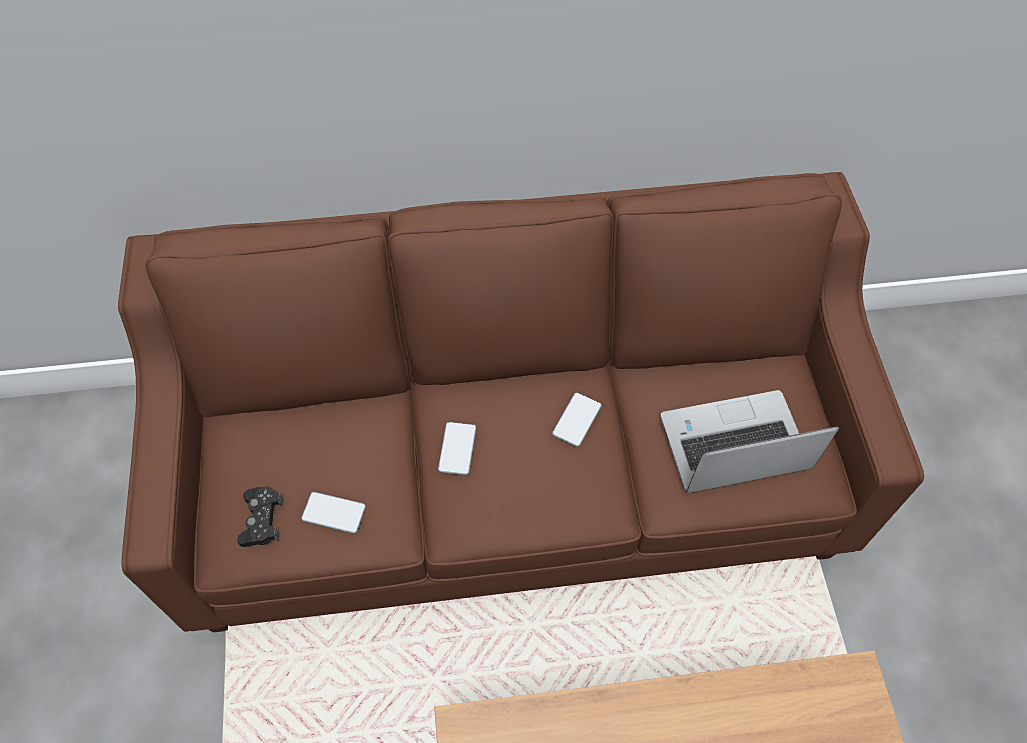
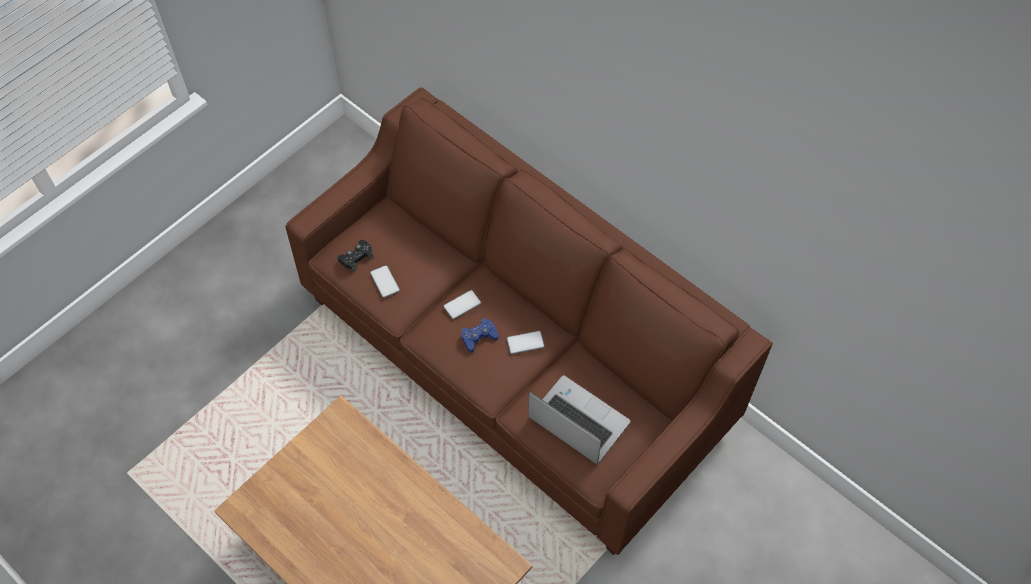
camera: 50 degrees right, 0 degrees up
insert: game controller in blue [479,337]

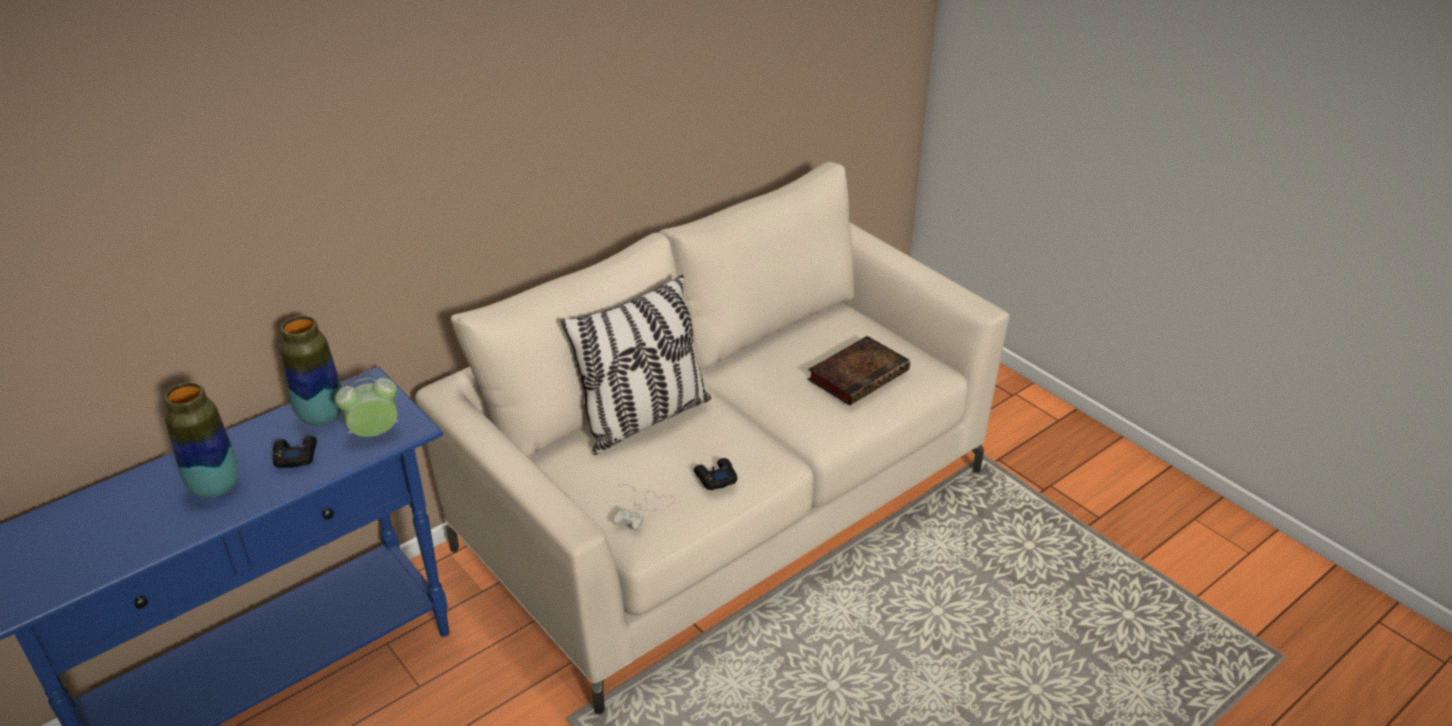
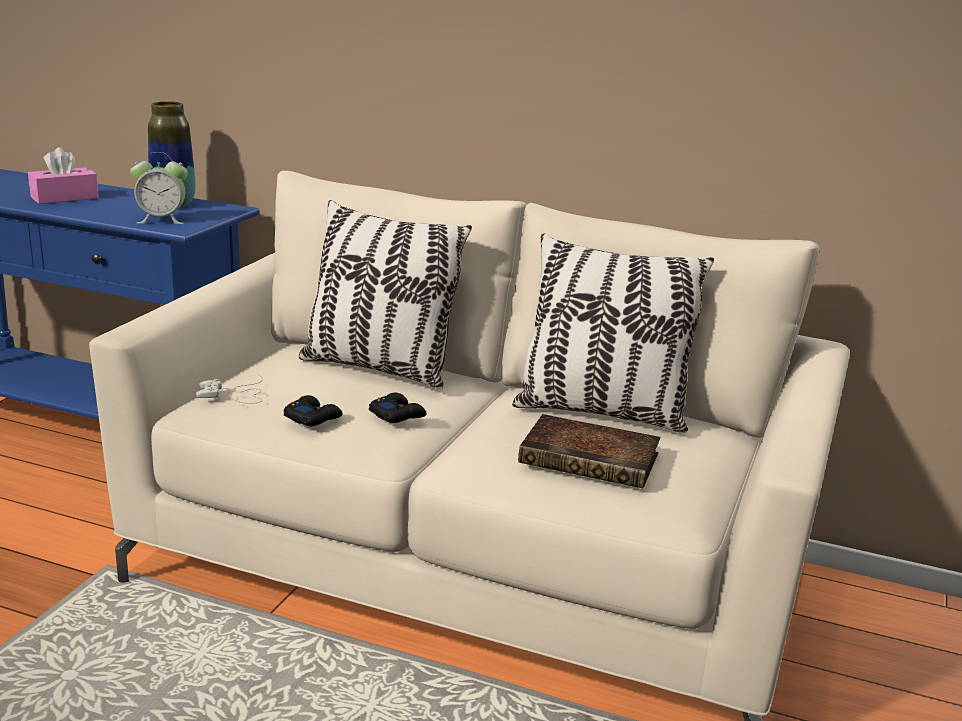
camera: 60 degrees right, 15 degrees down
insert: pillow [602,412]
move: game controller in black [295,456] to [397,415]
replace: vase [216,487] to tissue box in pink [64,197]
rotate: alarm clock [375,434] = [162,220] 135 degrees clockwise

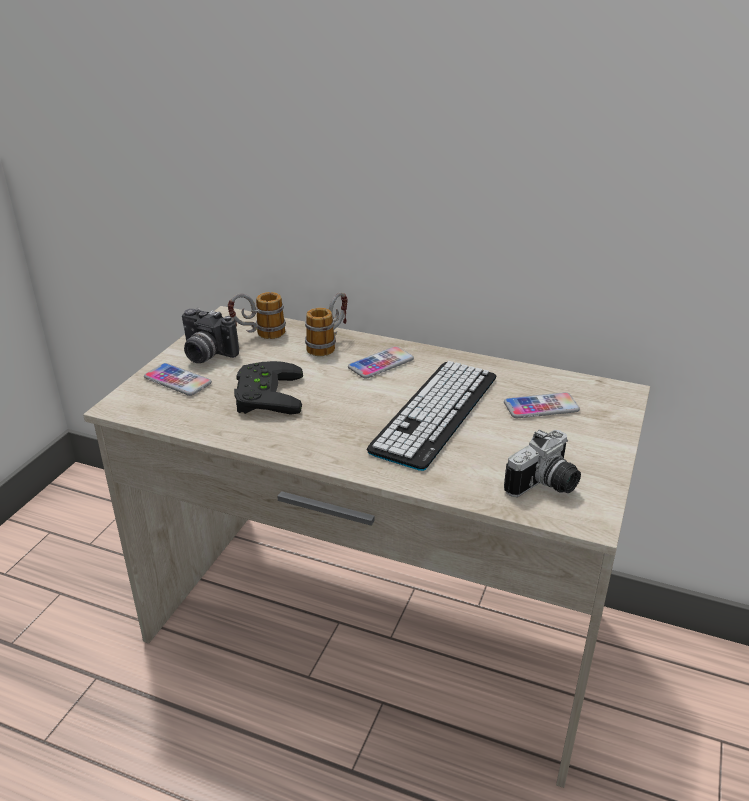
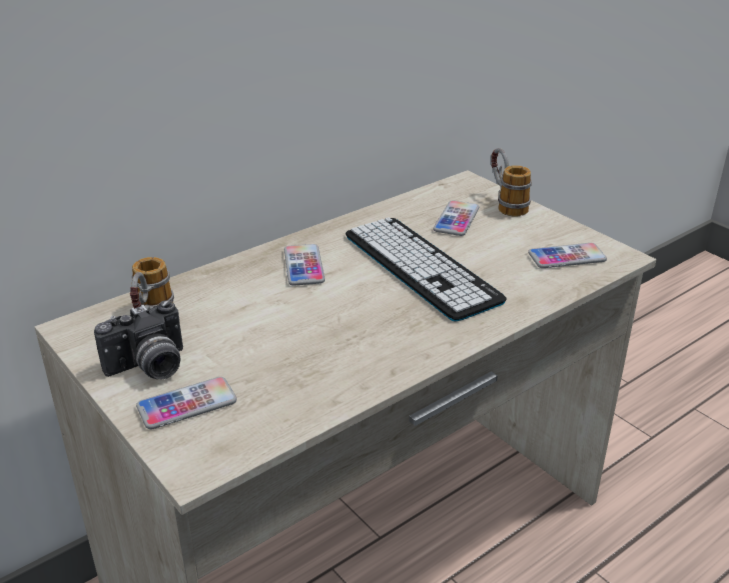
camera: 60 degrees left, 0 degrees up
delete: game controller in black [263,395]
move: mug [329,344] to [505,203]
replace: photo camera [546,486] to phone [567,257]

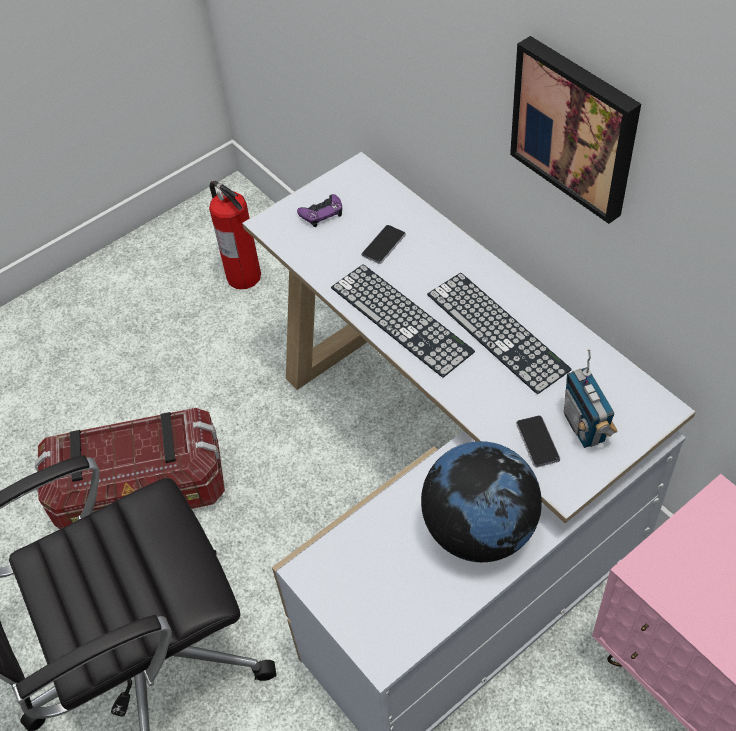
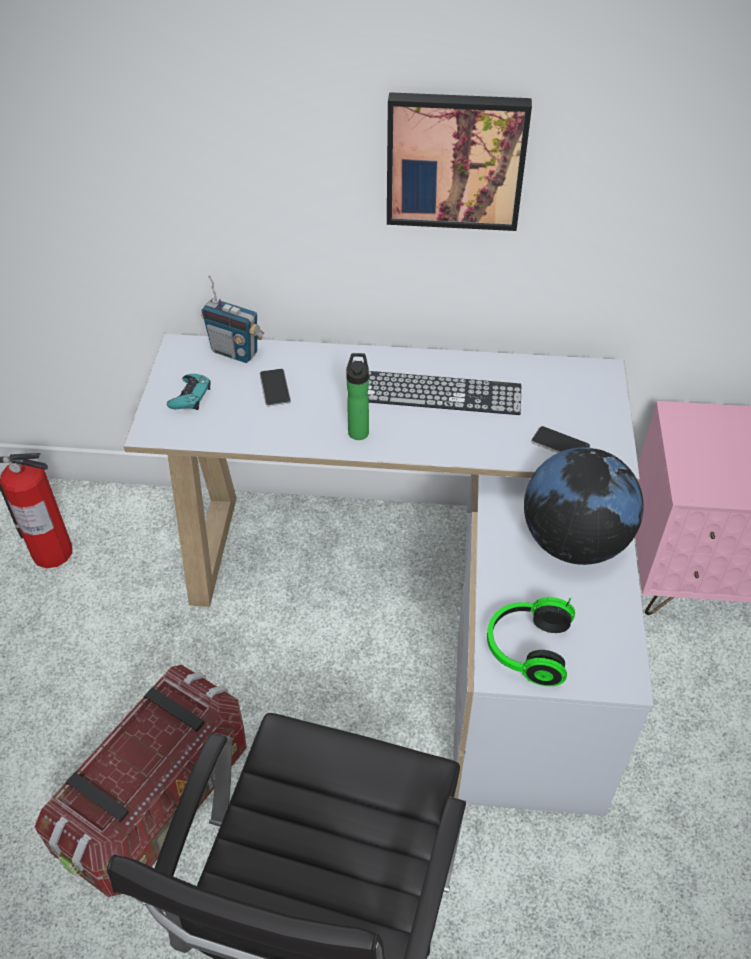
camera: 50 degrees left, 5 degrees down
insert: headphones [526,648]
move: radio [585,427] to [235,352]
replace: keyboard [401,319] to bottle [358,430]
recolor: game controller in purple [321,213] to game controller in turquoise [190,396]

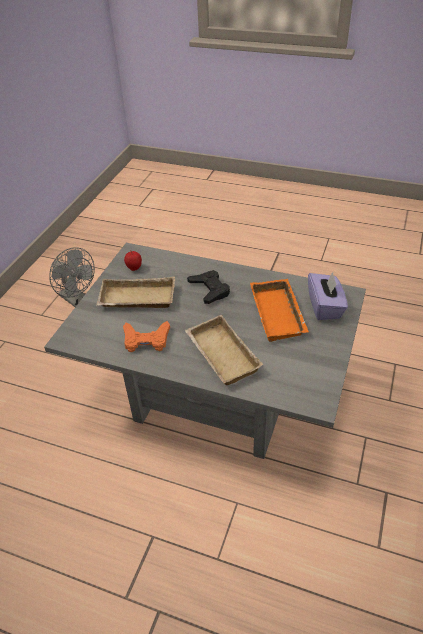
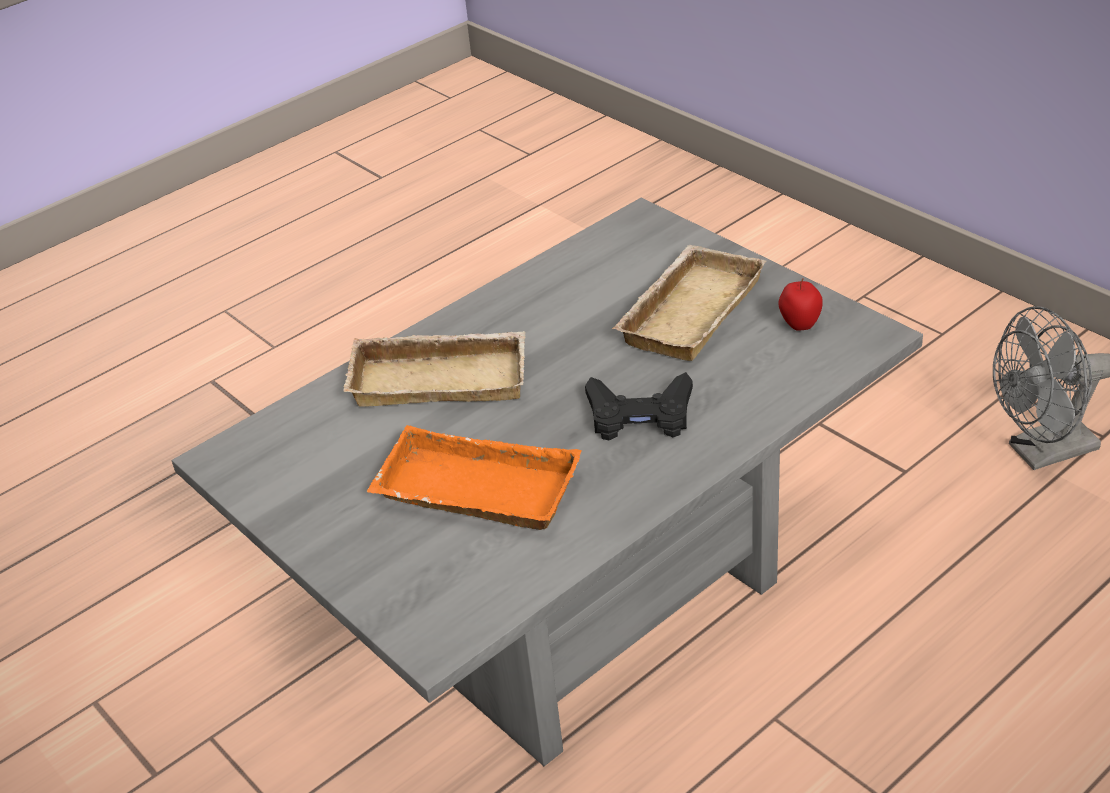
camera: 120 degrees right, 5 degrees down
delete: game controller in orange [146,340]; tissue box in purple [325,307]

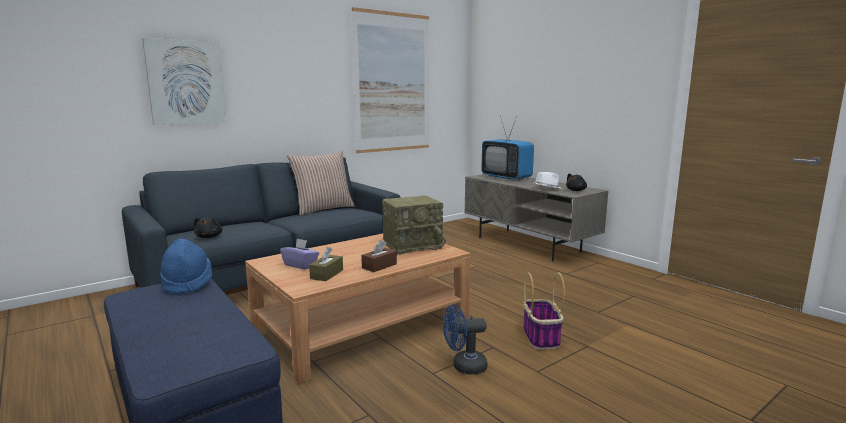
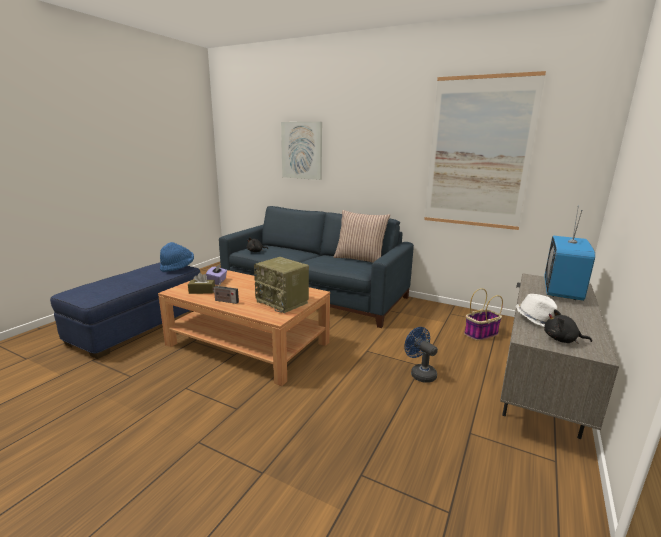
camera: 65 degrees right, 5 degrees up
move: fan in blue [464,367] to [420,373]; basket [541,337] to [481,334]
replace: tissue box in brown [379,266] to radio [225,301]

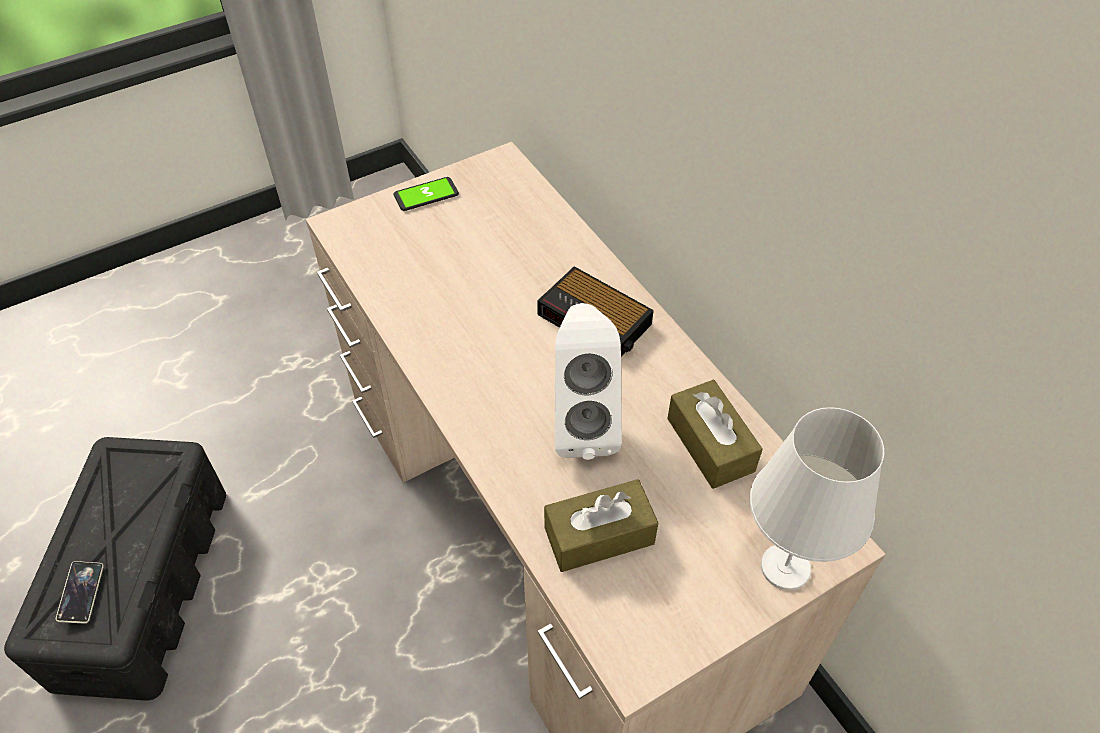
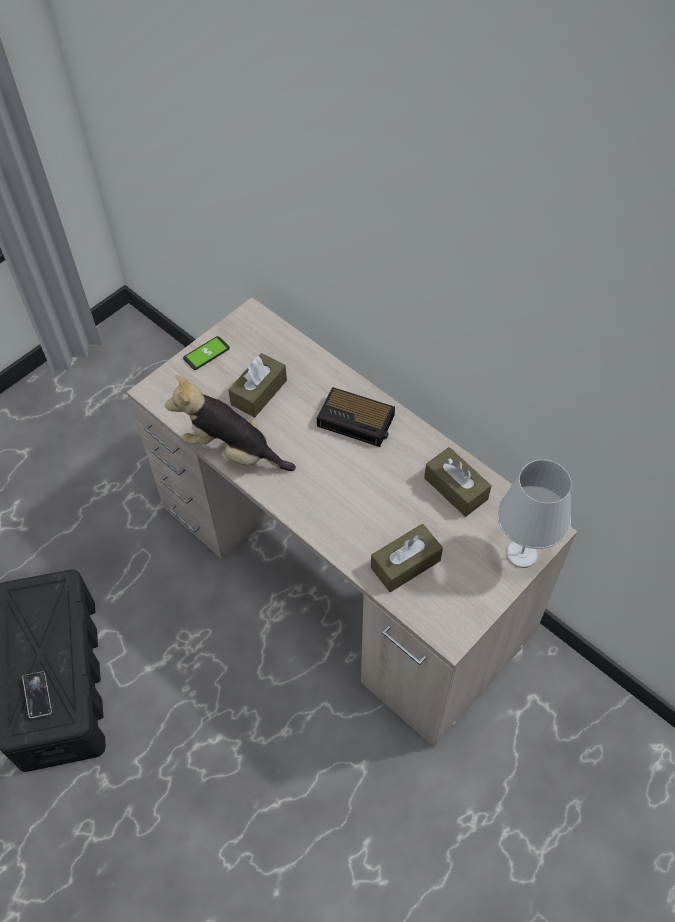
camera: 15 degrees left, 5 degrees up
delete: speaker in white [582,424]
insert: plush toy [233,451]; tissue box in brown [259,392]

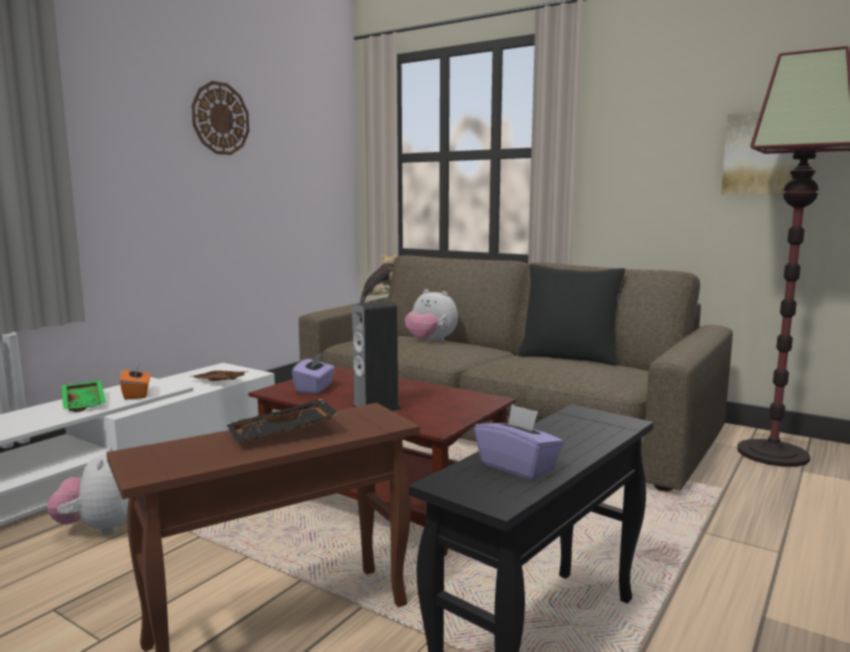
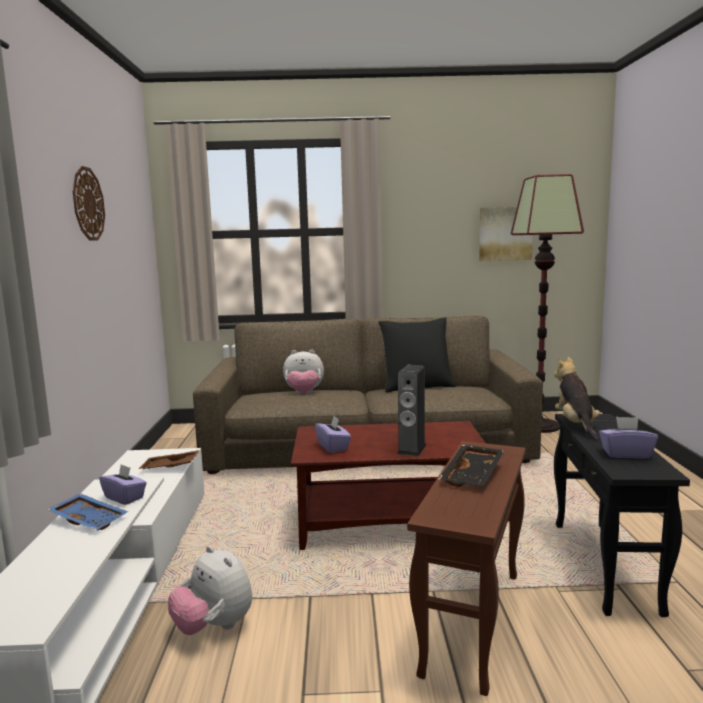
camera: 35 degrees left, 0 degrees up
move: plush toy [380,299] to [575,425]
recolor: tray in green [85,403] to tray in blue [90,519]; tissue box in orange [136,394] to tissue box in purple [125,497]

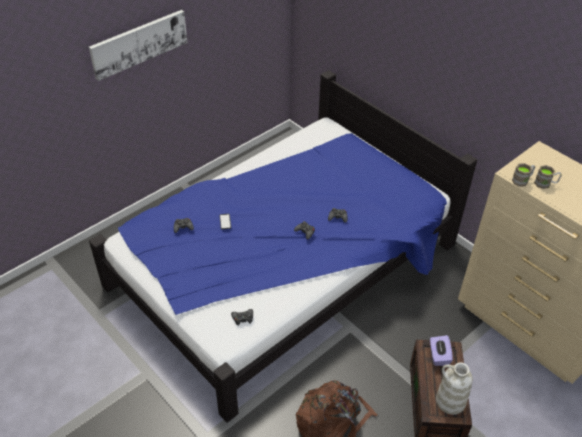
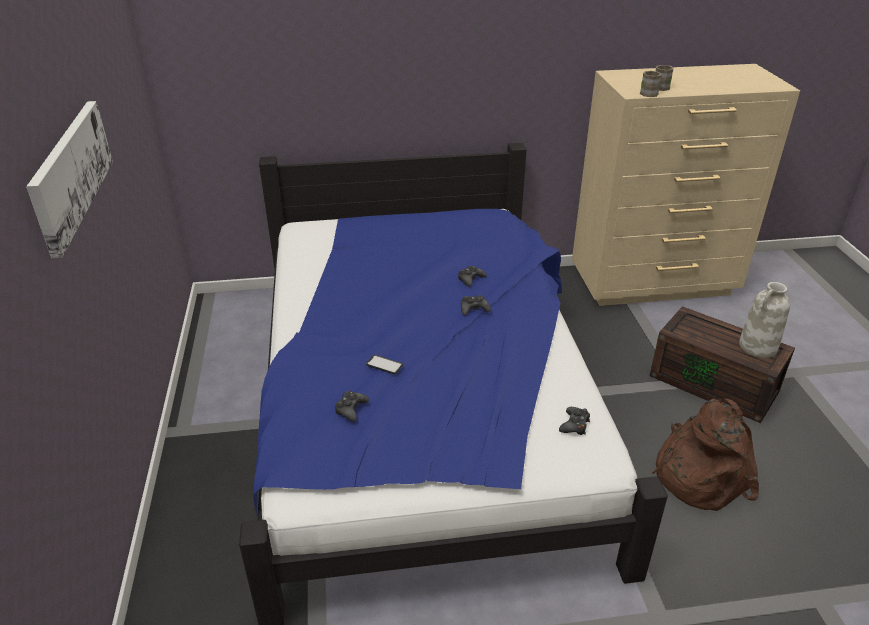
camera: 55 degrees left, 10 degrees down
delete: tissue box in purple [438,356]

